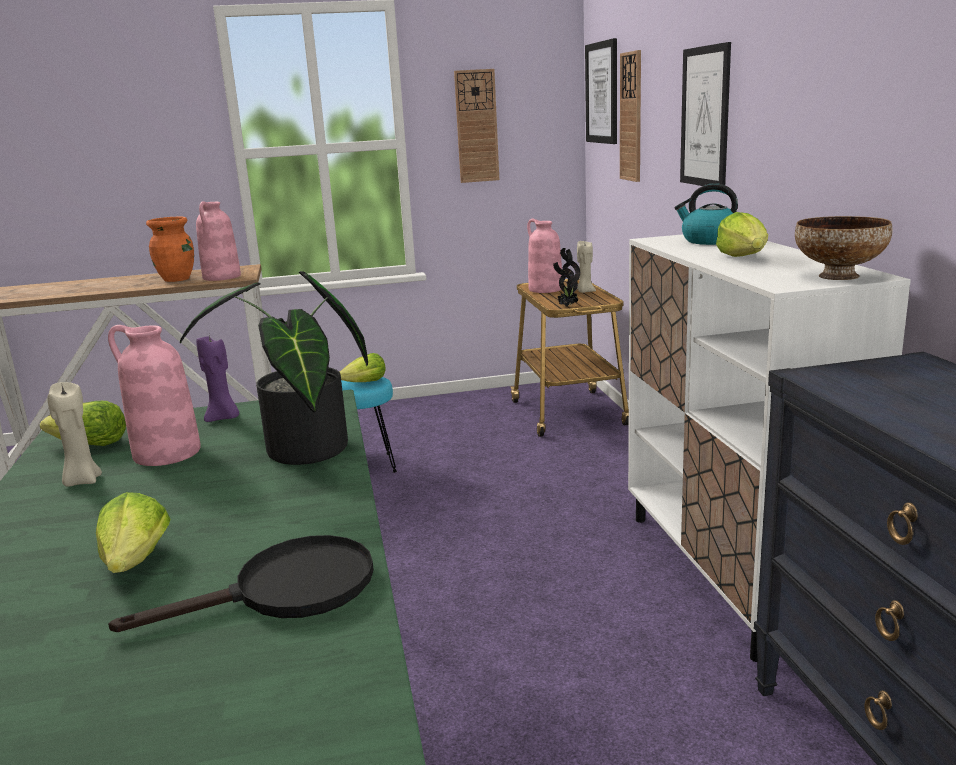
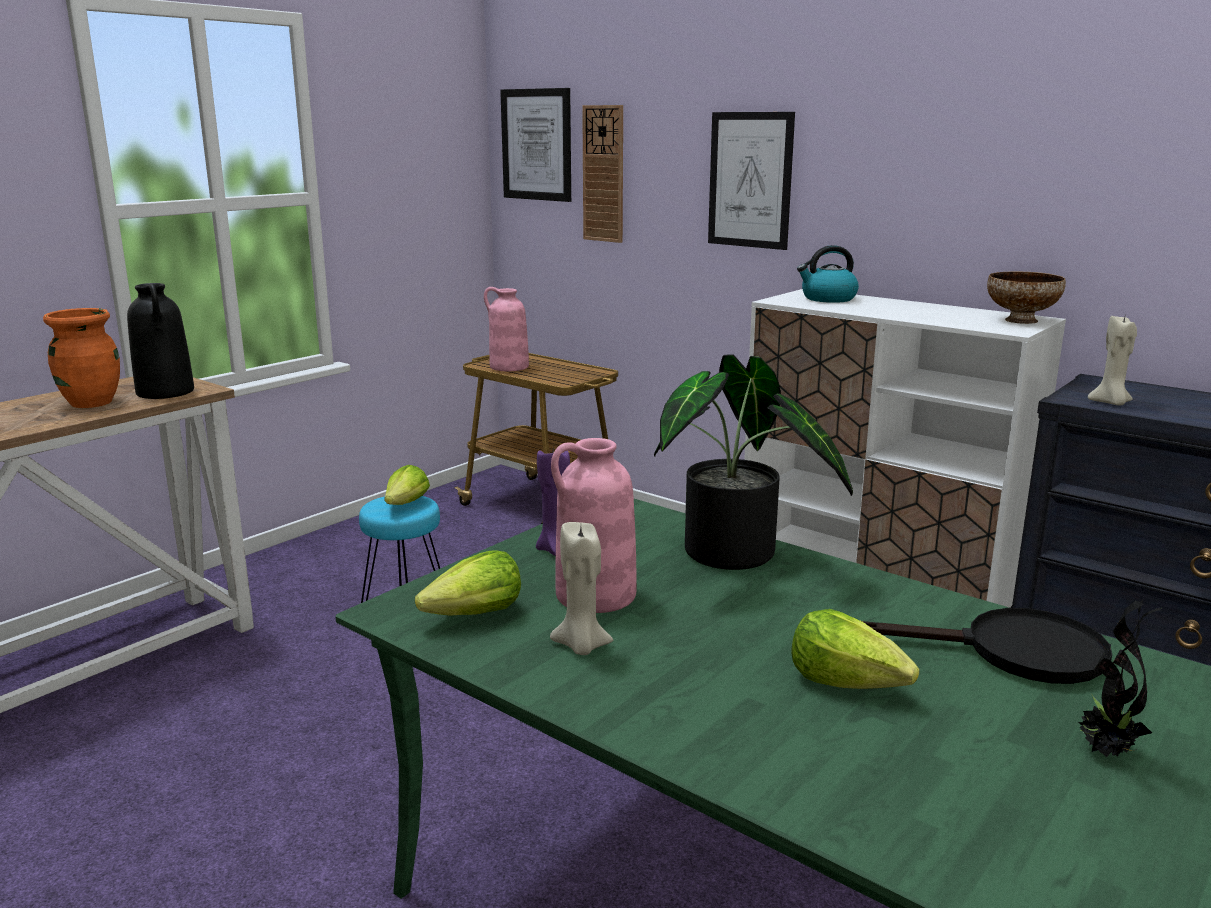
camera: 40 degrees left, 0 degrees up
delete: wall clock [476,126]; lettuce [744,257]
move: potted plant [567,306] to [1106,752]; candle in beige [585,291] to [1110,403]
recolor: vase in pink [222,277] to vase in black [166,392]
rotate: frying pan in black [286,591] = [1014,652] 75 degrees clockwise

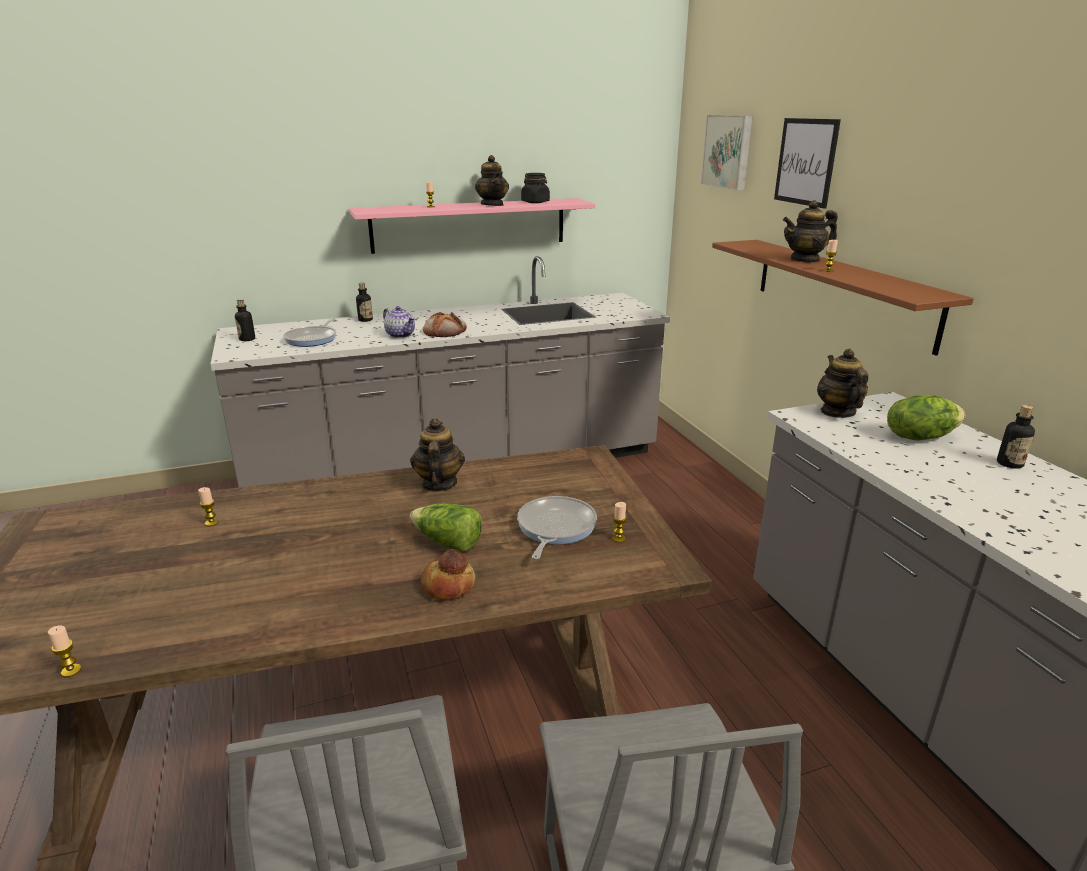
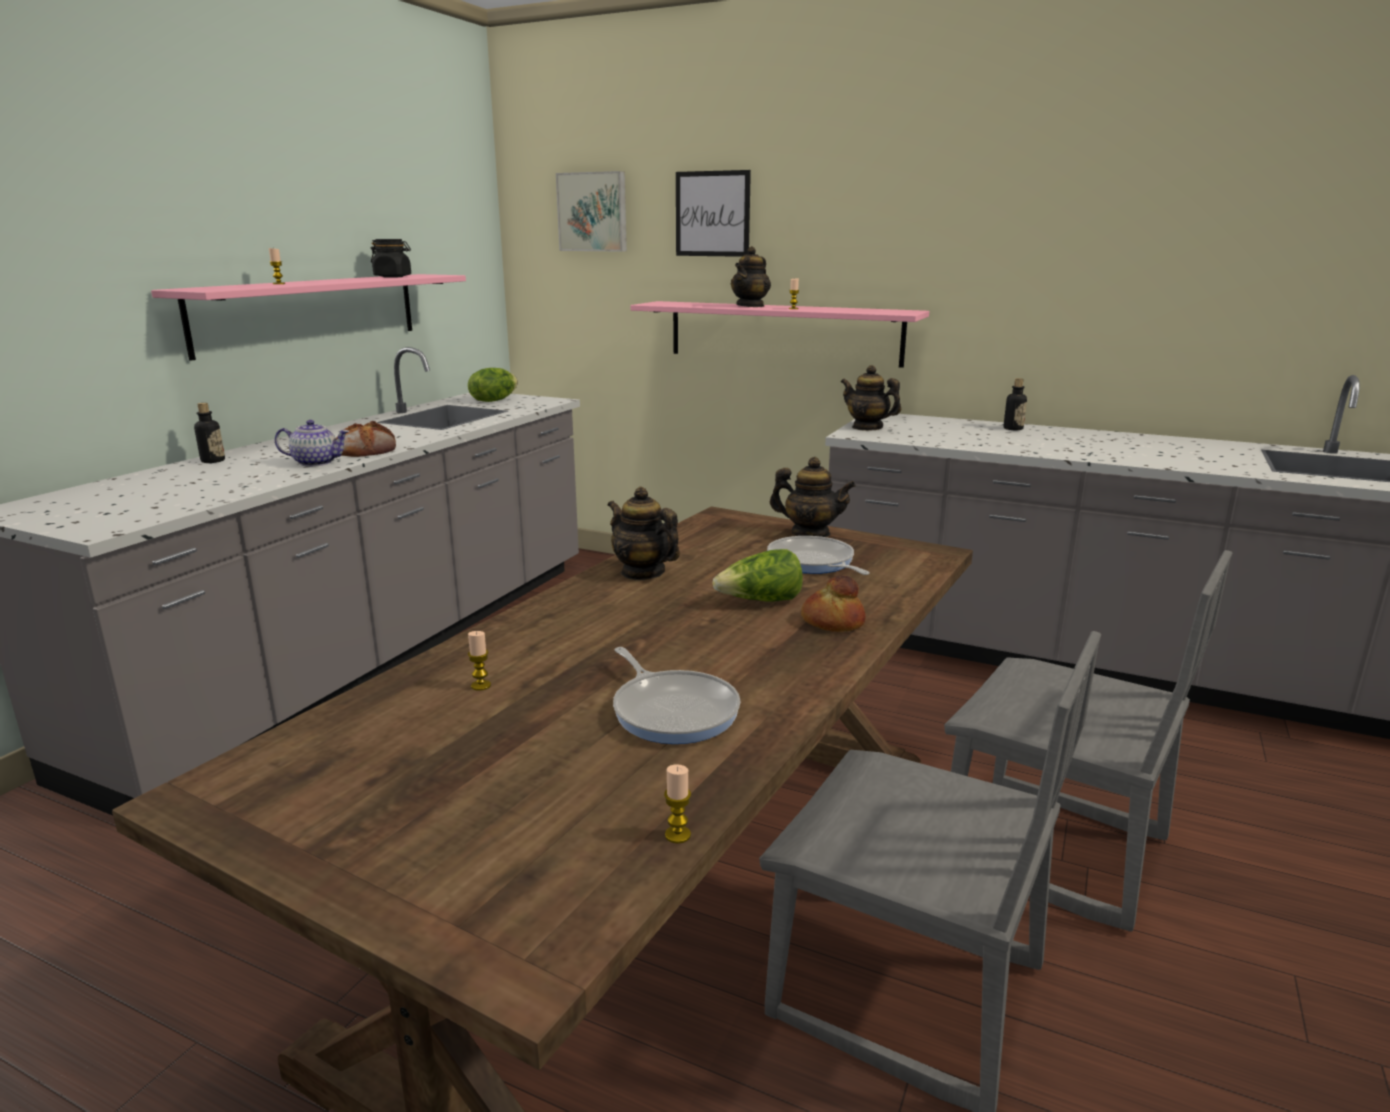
camera: 45 degrees left, 5 degrees down
delete: bottle [247,339]; candle [618,538]
move: lettuce [919,437] to [493,400]; frying pan [313,339] to [673,710]; teapot [492,205] to [810,533]
recolor: shelf in brown [841,291] to shelf in pink [783,333]

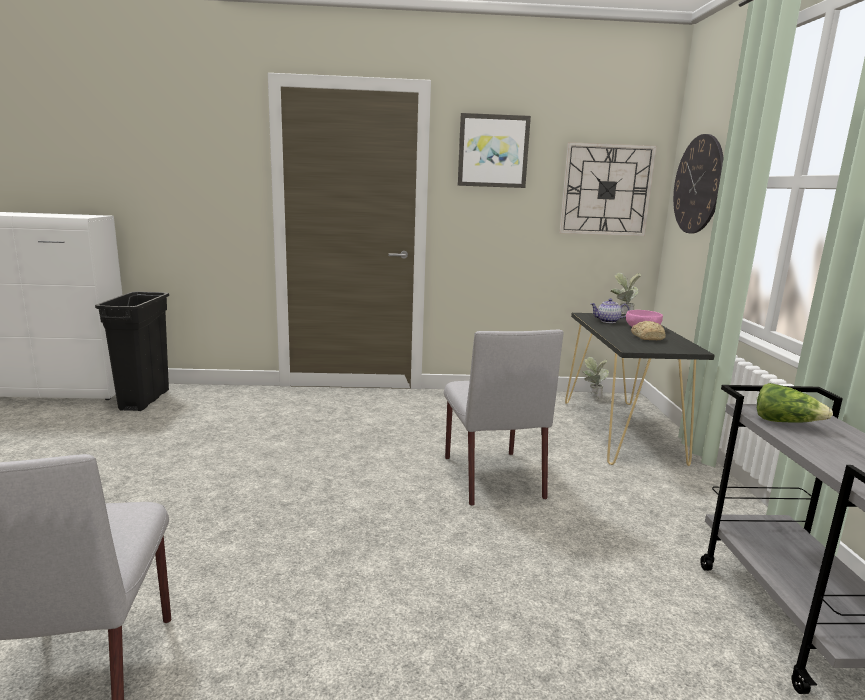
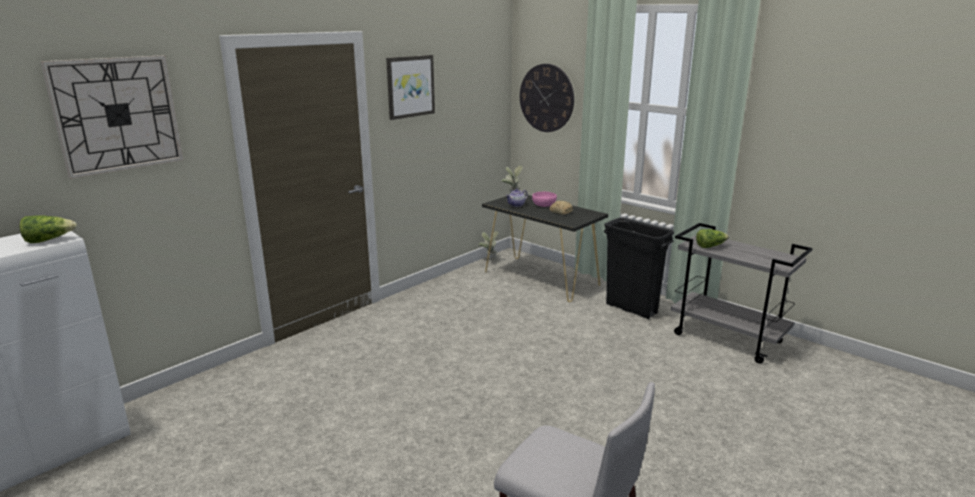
camera: 45 degrees left, 5 degrees up
delete: chair in grey [491,476]
insert: lettuce [49,240]
move: wall clock [606,190] to [117,114]; trash can in black [144,400] to [631,309]

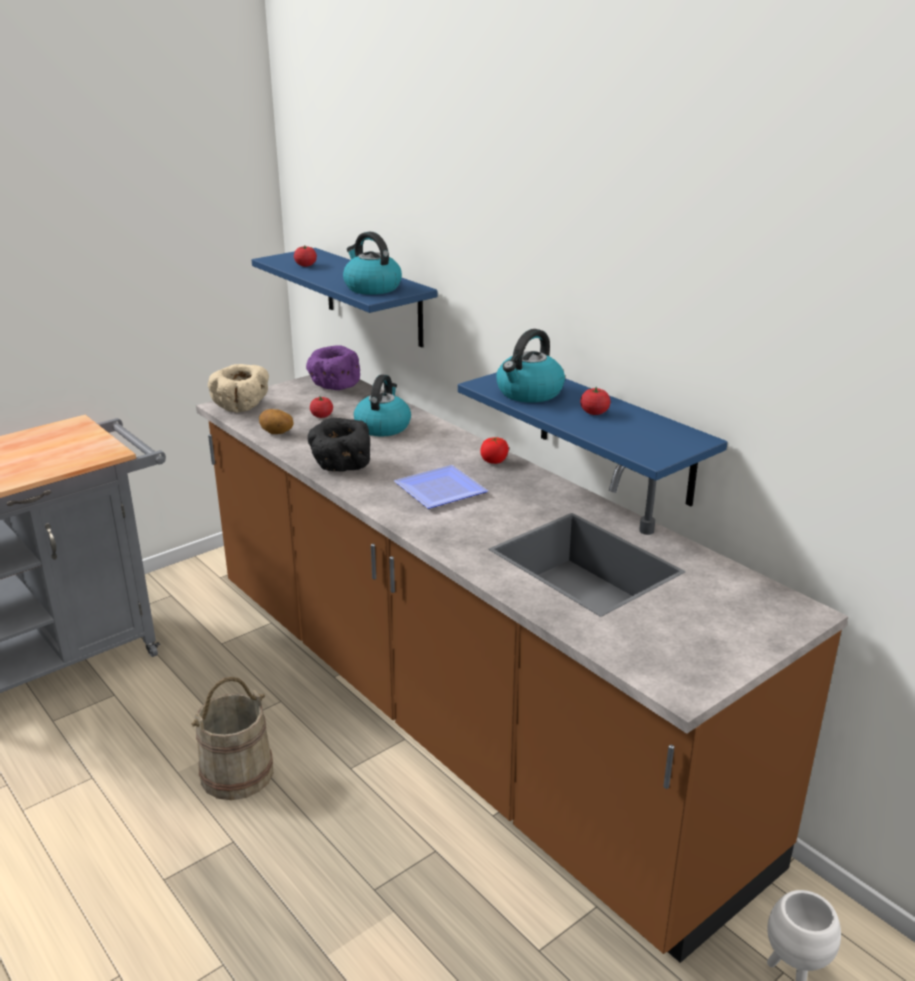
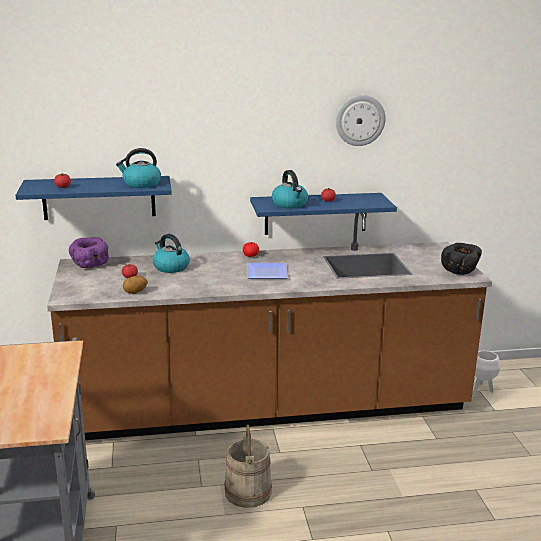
camera: 60 degrees left, 5 degrees down
delete: bowl in beige [242,407]
insert: wall clock [360,120]
move: bowl in black [341,467] to [460,271]

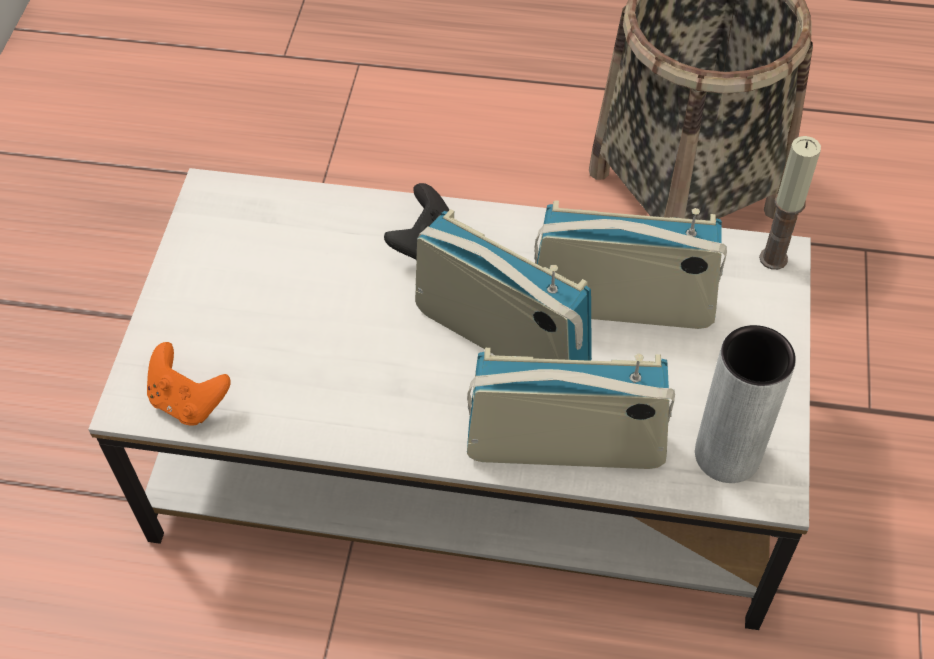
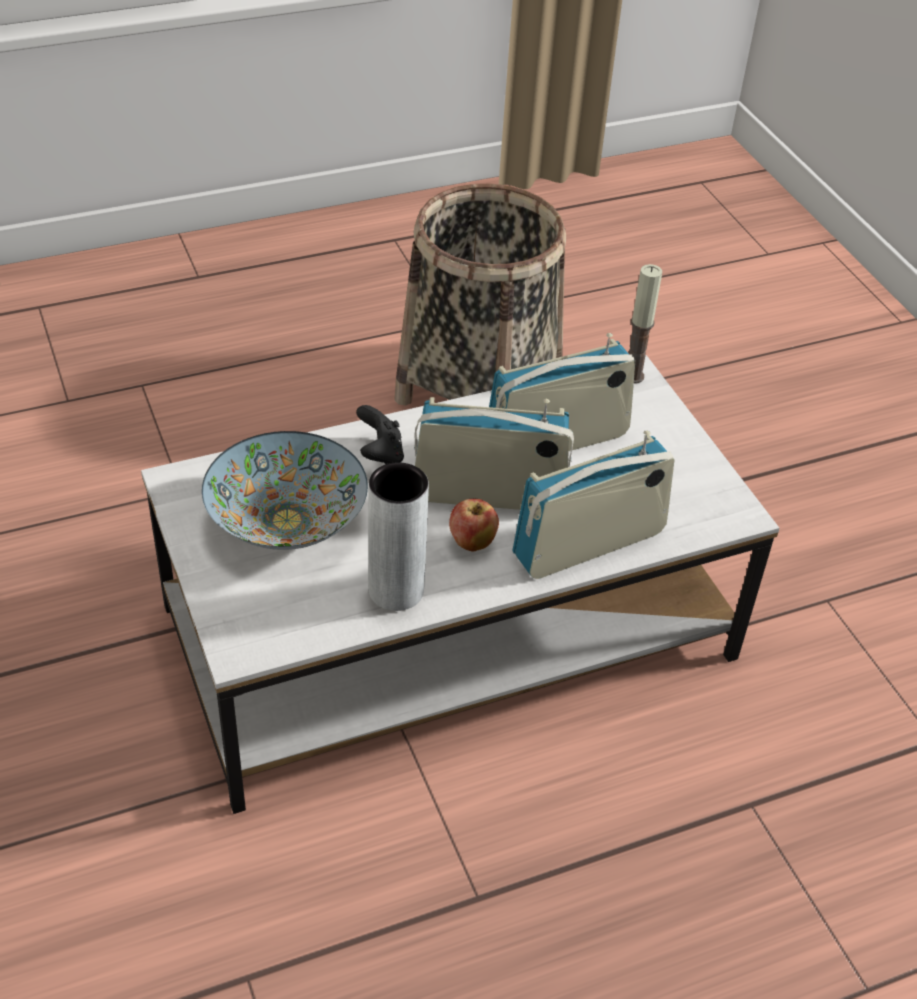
camera: 35 degrees left, 10 degrees down
delete: game controller in orange [189,402]
insert: bowl [286,522]; apple [472,543]
move: vase in grey [727,455] to [396,590]

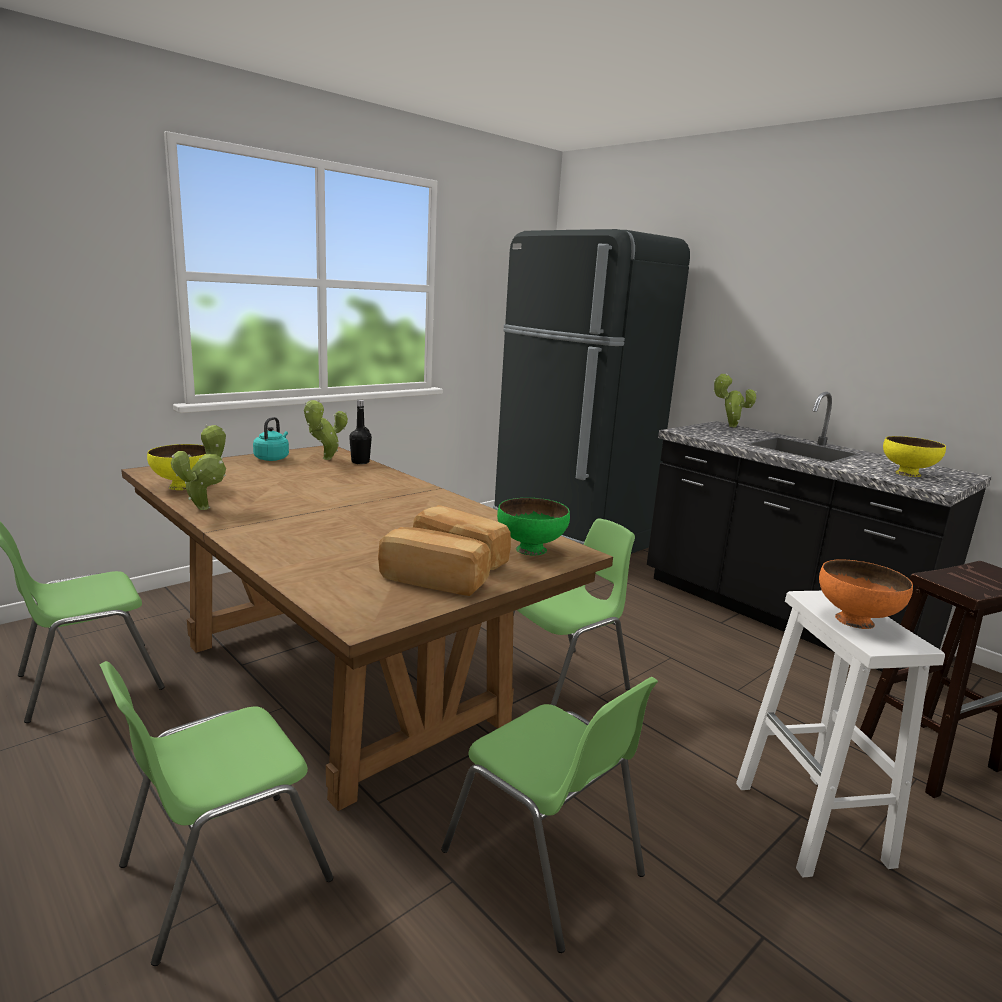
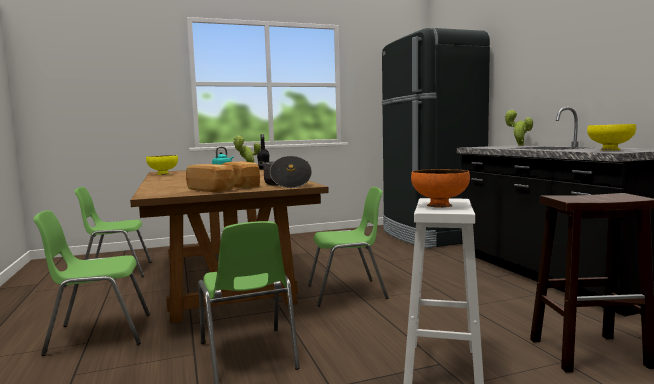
camera: 25 degrees right, 10 degrees down
delete: potted plant [205,507]
replace: bowl in green [531,549] to cooking pot [286,184]

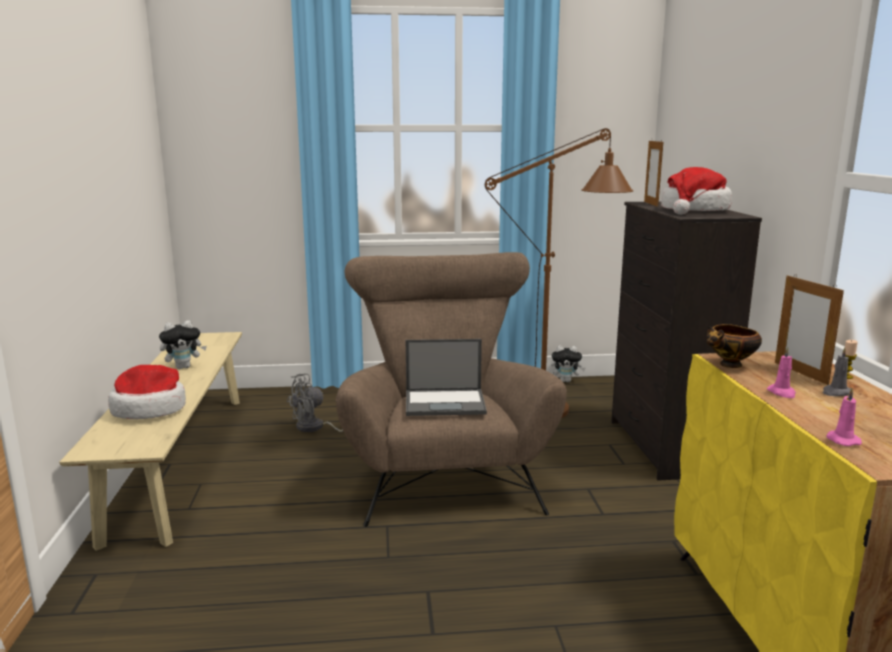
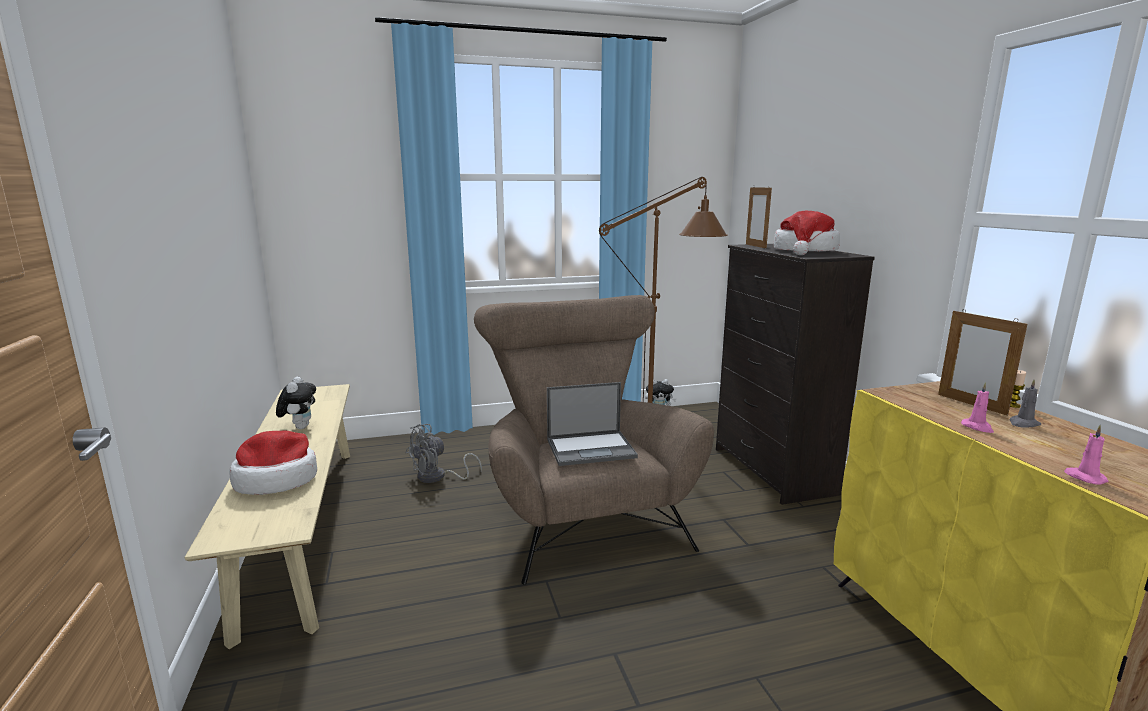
camera: 10 degrees left, 0 degrees up
delete: bowl [729,365]
rotate: plush toy [184,367] = [300,427] 60 degrees counterclockwise

